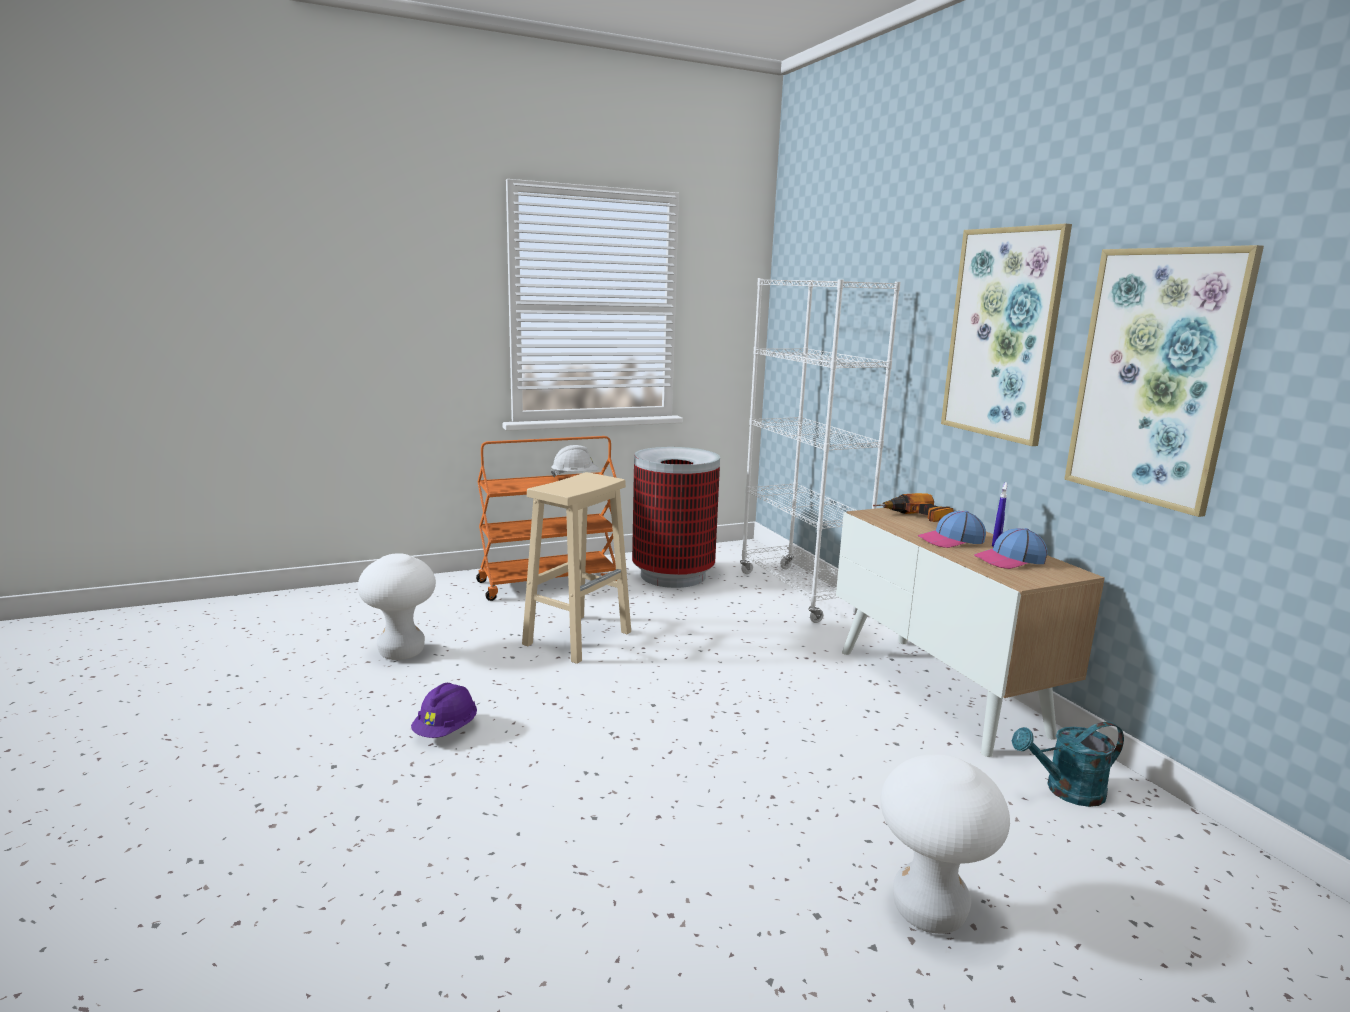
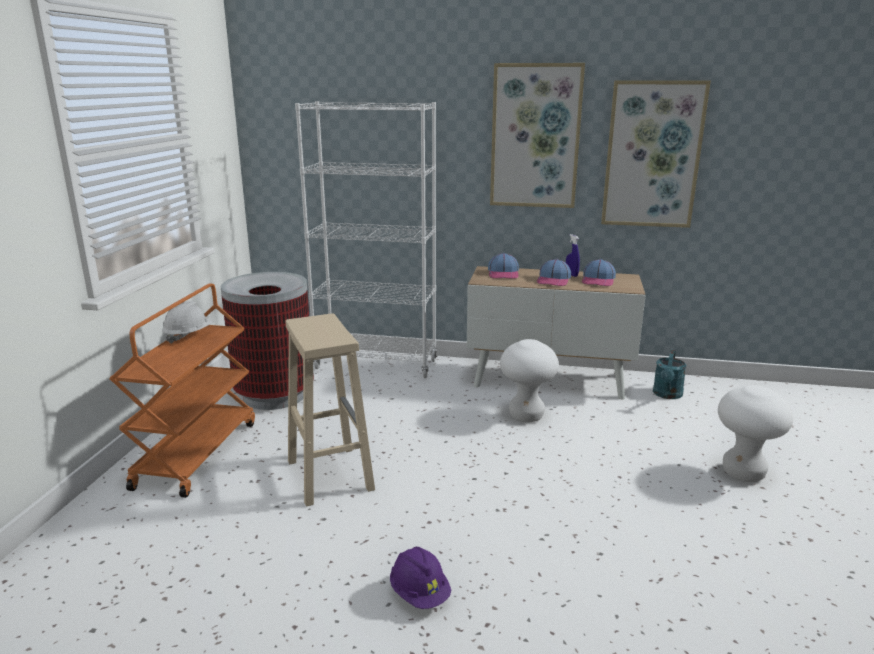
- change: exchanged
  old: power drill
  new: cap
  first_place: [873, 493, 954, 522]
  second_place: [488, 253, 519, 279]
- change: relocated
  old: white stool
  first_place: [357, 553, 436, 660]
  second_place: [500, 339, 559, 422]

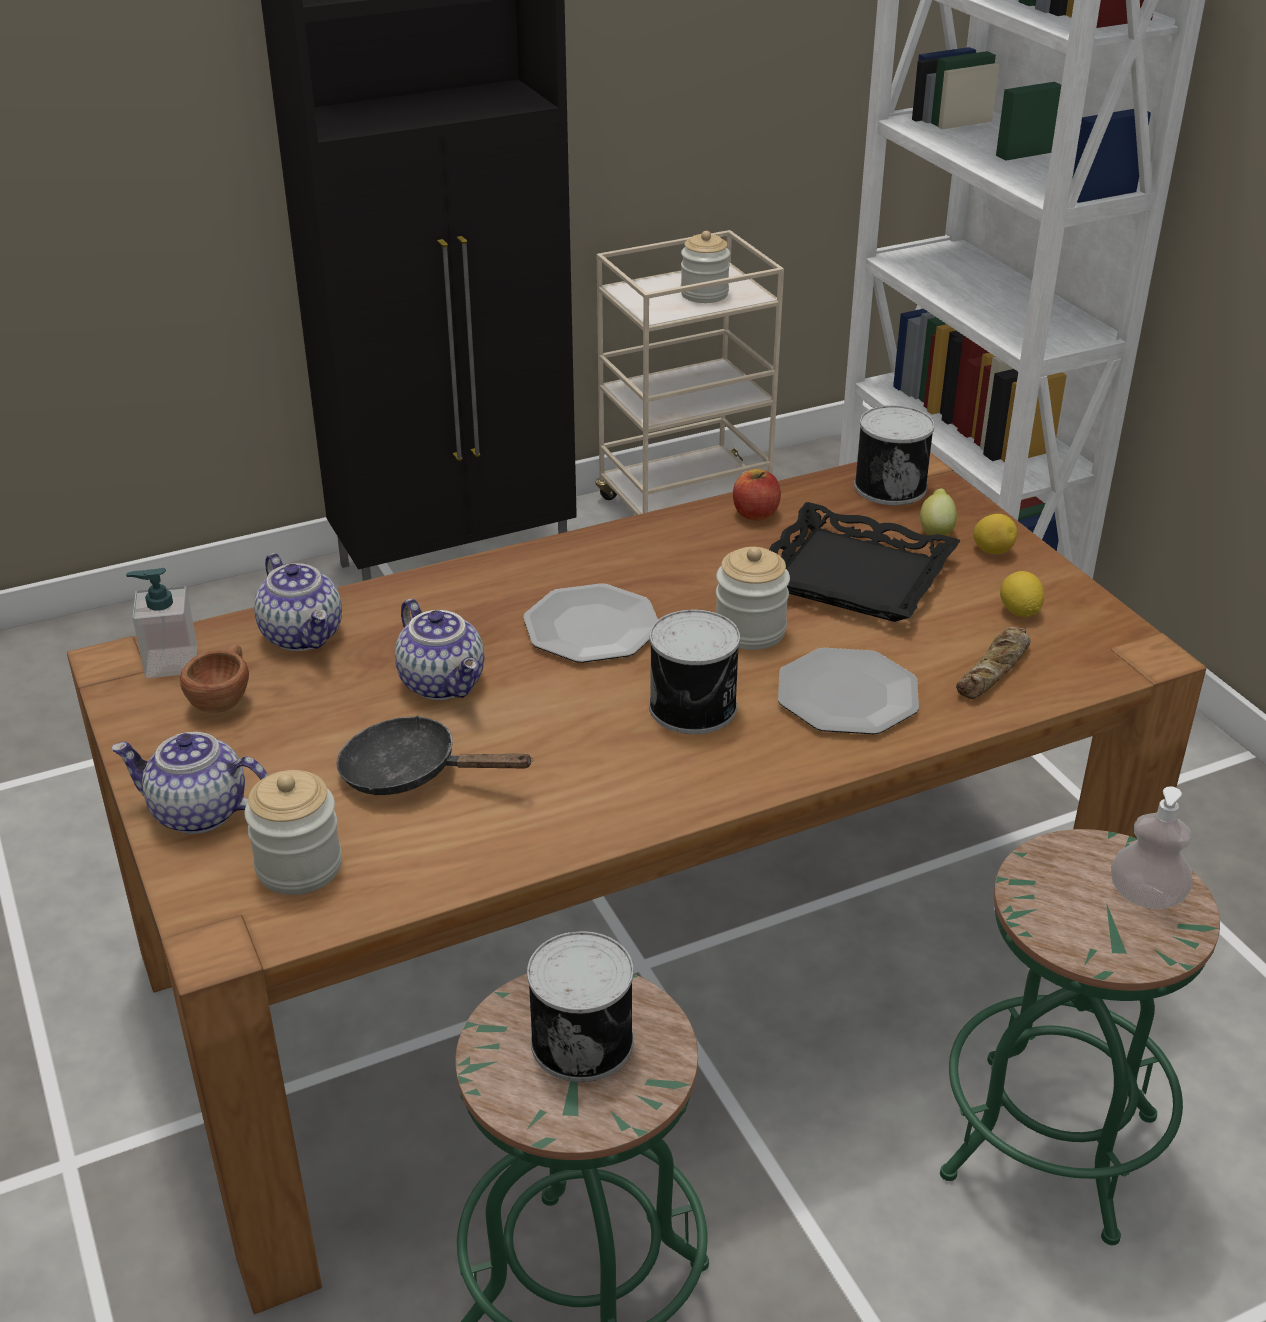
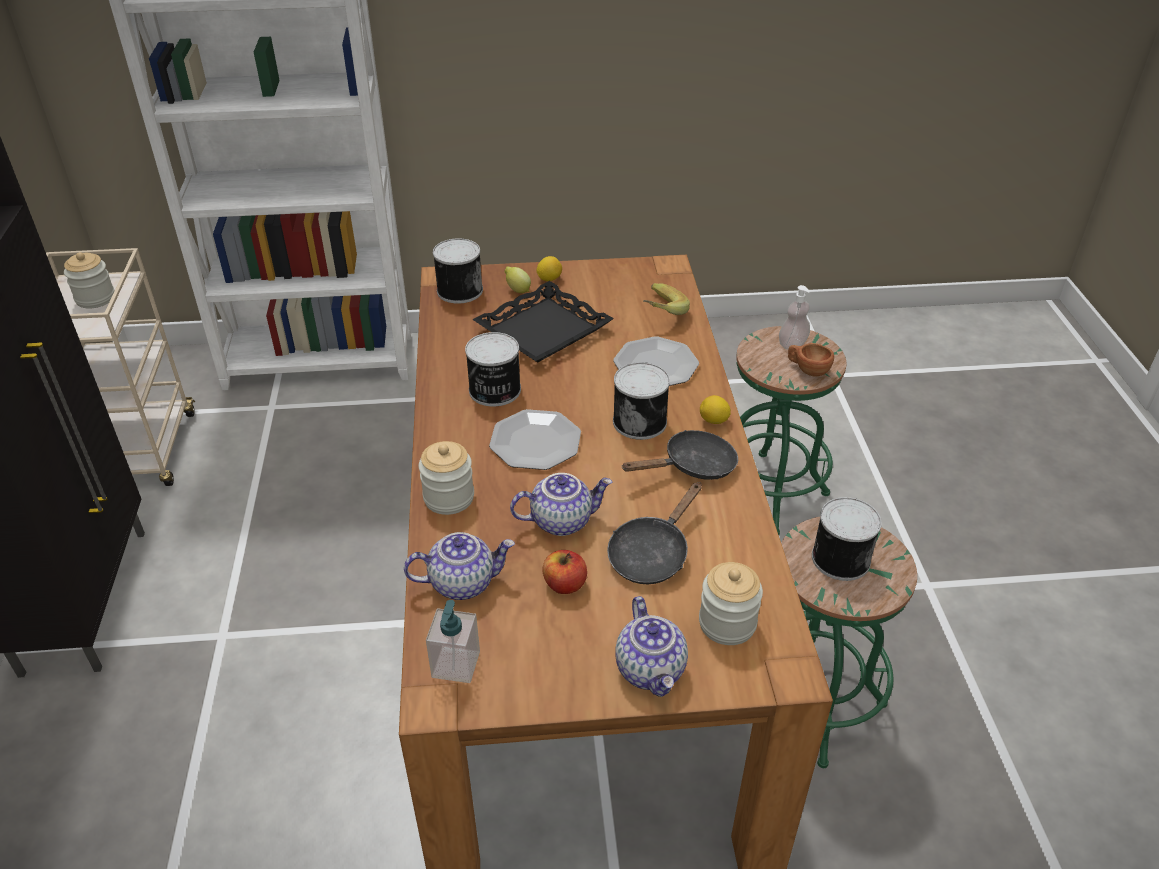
- change: relocated
  old: apple
  first_place: [733, 469, 781, 521]
  second_place: [543, 550, 587, 594]
- change: relocated
  old: jar
  first_place: [716, 547, 790, 650]
  second_place: [419, 441, 474, 515]
- change: relocated
  old: lemon
  first_place: [1000, 571, 1044, 617]
  second_place: [700, 395, 731, 424]
- change: exchanged
  old: bread
  new: banana
  first_place: [956, 627, 1031, 699]
  second_place: [643, 283, 690, 315]
- change: relocated
  old: brown cup
  first_place: [180, 644, 249, 713]
  second_place: [788, 343, 834, 377]
- change: spun
  old: teapot
  first_place: [111, 732, 268, 834]
  second_place: [615, 596, 688, 697]
  degrees: -45
- change: appeared
  new: can
  second_place: [465, 332, 521, 407]
- change: appeared
  new: black frying pan
  second_place: [621, 430, 738, 480]

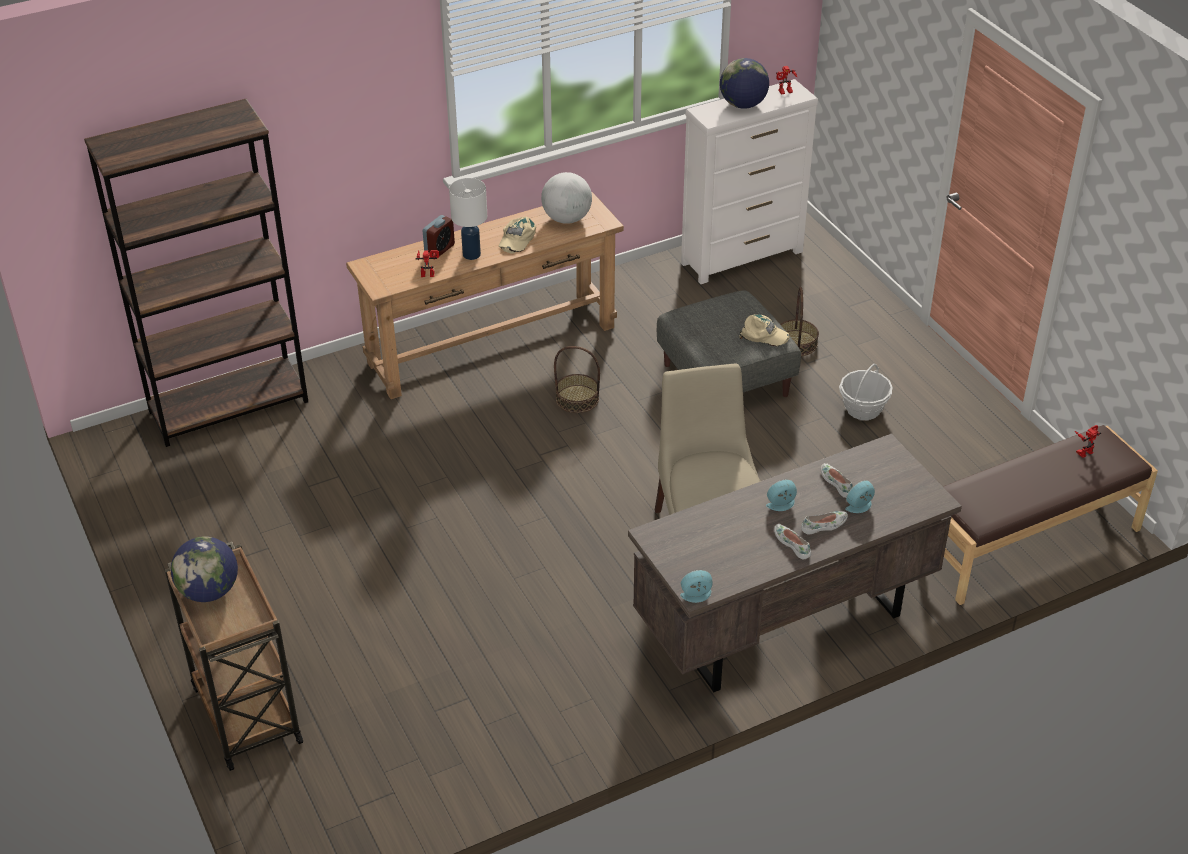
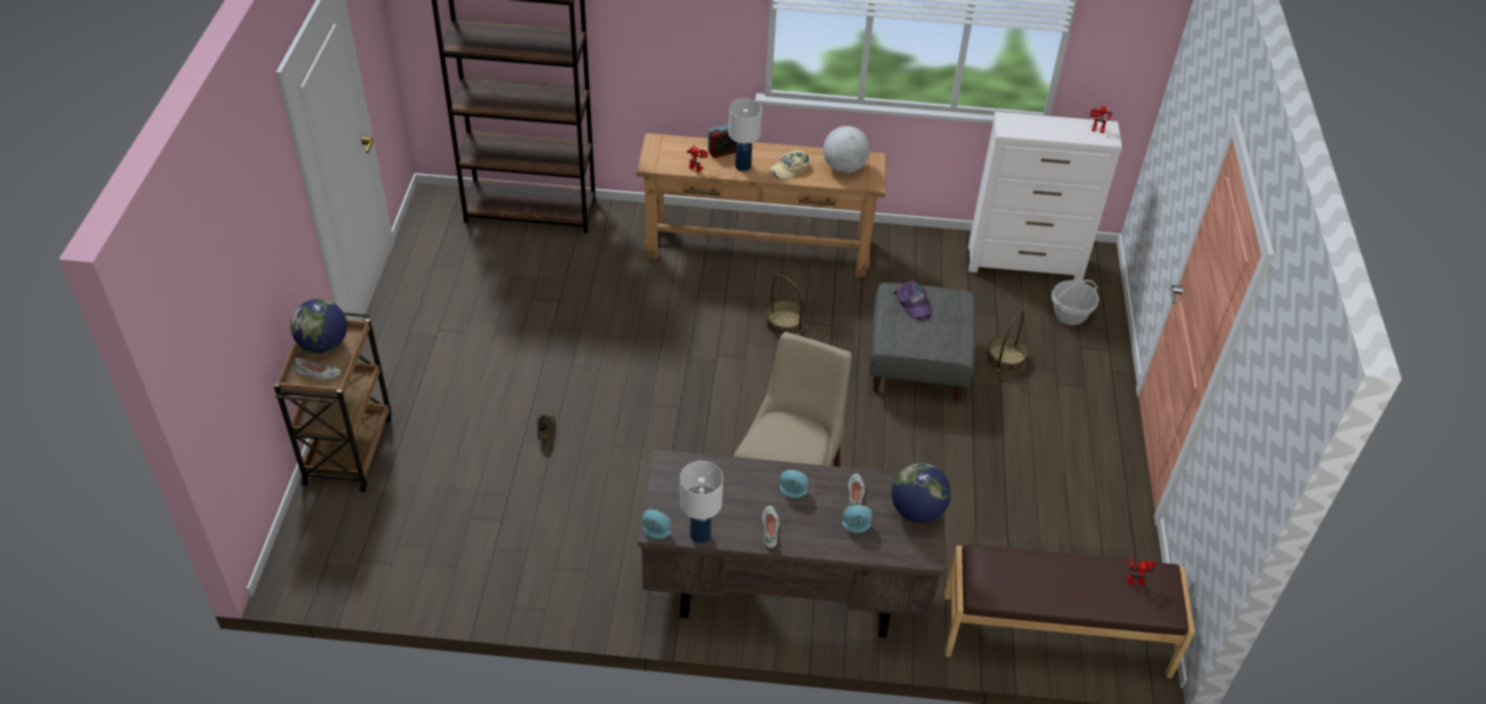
- change: relocated
  old: globe
  first_place: [720, 58, 769, 109]
  second_place: [892, 463, 951, 523]
- change: missing
  old: beige cap
  first_place: [739, 314, 790, 346]
- change: relocated
  old: basket
  first_place: [839, 364, 893, 420]
  second_place: [1051, 280, 1099, 325]
- change: relocated
  old: white shoe
  first_place: [801, 511, 848, 535]
  second_place: [295, 358, 340, 380]
- change: appeared
  new: purple cap
  second_place: [893, 281, 932, 320]
- change: appeared
  new: brown shoe
  second_place: [537, 409, 556, 441]
- change: appeared
  new: white table lamp
  second_place: [680, 461, 723, 543]

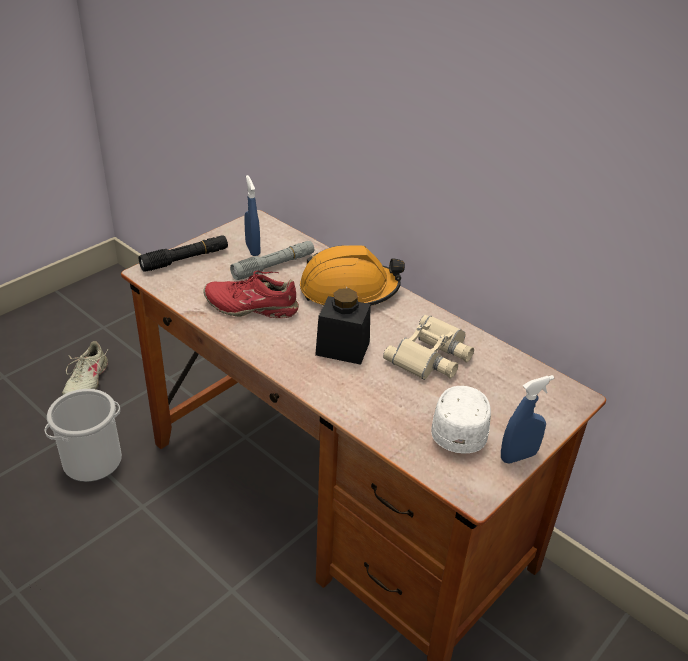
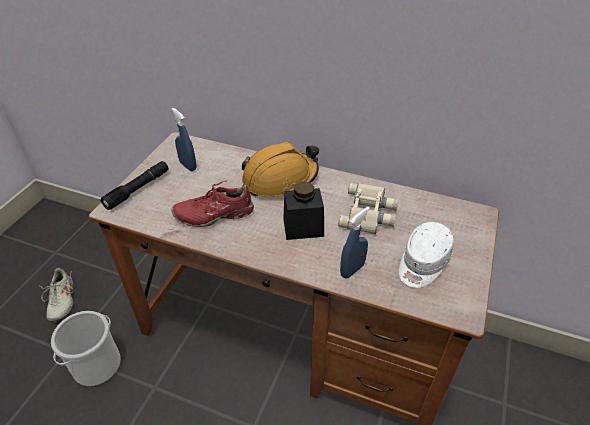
- change: missing
  old: grey flashlight
  first_place: [230, 241, 314, 280]
- change: relocated
  old: blue spray bottle
  first_place: [501, 375, 554, 464]
  second_place: [340, 207, 370, 278]
- change: spun
  old: white cap
  first_place: [431, 386, 491, 454]
  second_place: [399, 222, 454, 288]
  degrees: -135

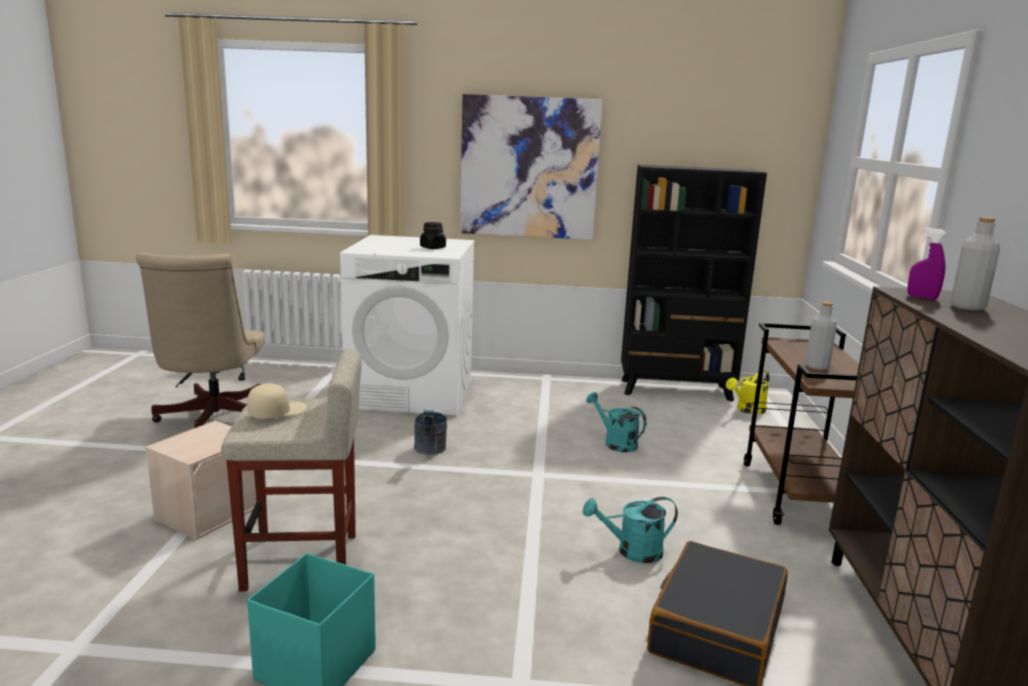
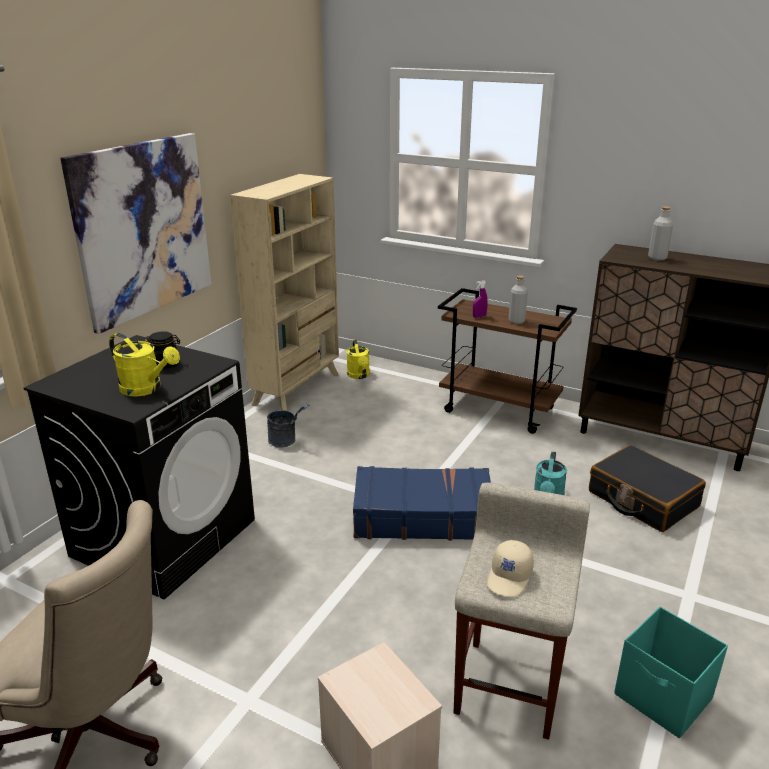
- change: colour
  old: black bookcase
  new: beige bookcase
  first_place: [621, 165, 767, 402]
  second_place: [230, 174, 339, 411]
- change: relocated
  old: purple spray bottle
  first_place: [907, 227, 946, 300]
  second_place: [473, 280, 488, 318]
- change: colour
  old: white washing machine
  new: black washing machine
  first_place: [340, 235, 474, 415]
  second_place: [24, 335, 255, 600]
- change: spun
  old: beige cap
  first_place: [247, 383, 307, 419]
  second_place: [487, 540, 534, 597]
  degrees: -135
- change: missing
  old: turquoise watering can
  first_place: [586, 392, 646, 452]
- change: relocated
  old: grey bucket
  first_place: [414, 409, 448, 455]
  second_place: [267, 404, 310, 448]
- change: appeared
  new: yellow watering can
  second_place: [109, 333, 180, 397]
- change: appeared
  new: blue suitcase
  second_place: [353, 466, 491, 540]

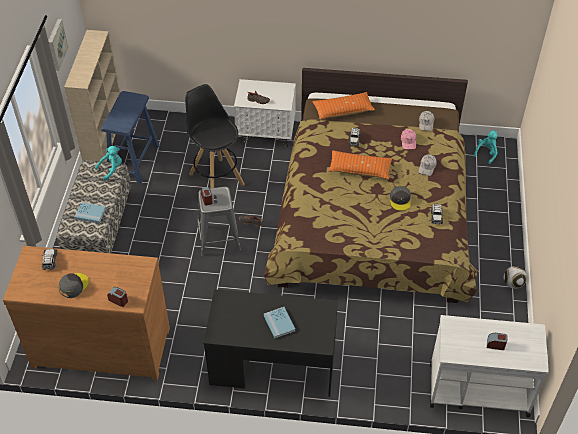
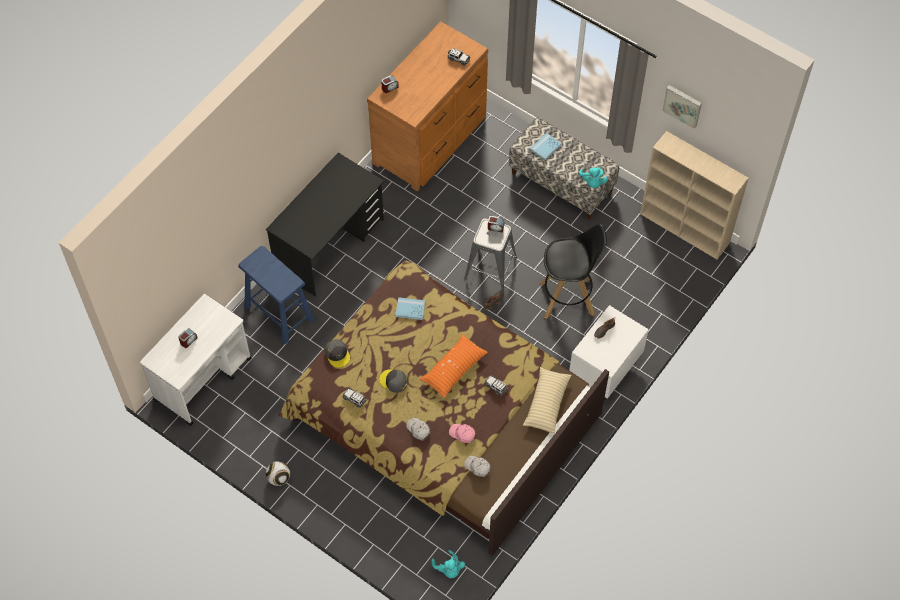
- change: relocated
  old: blue stool
  first_place: [101, 91, 159, 183]
  second_place: [238, 246, 314, 344]
- change: colour
  old: orange pillow
  new: beige pillow
  first_place: [312, 92, 375, 120]
  second_place: [523, 367, 571, 434]
- change: relocated
  old: grey cap
  first_place: [59, 273, 89, 298]
  second_place: [325, 339, 350, 368]
- change: relocated
  old: blue book
  first_place: [264, 307, 295, 338]
  second_place: [395, 297, 425, 320]

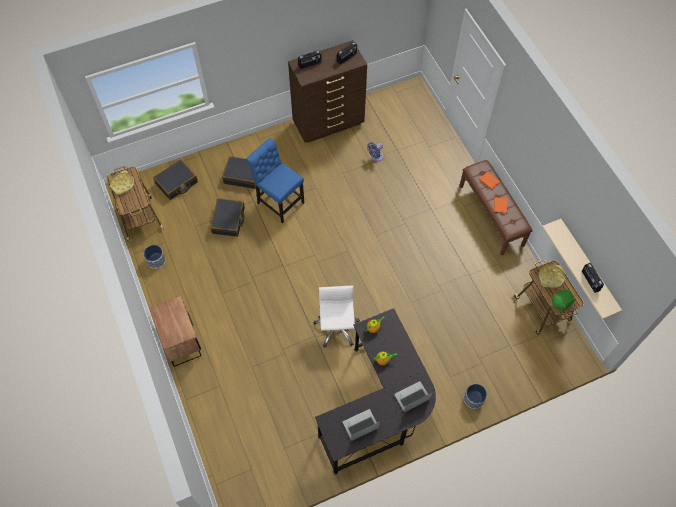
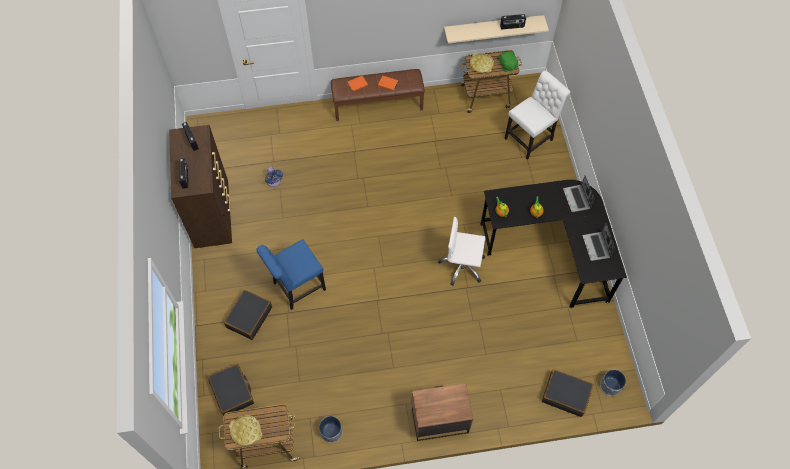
- change: relocated
  old: black suitcase
  first_place: [210, 198, 245, 237]
  second_place: [542, 369, 593, 417]
- change: relocated
  old: planter
  first_place: [464, 384, 487, 409]
  second_place: [600, 369, 626, 396]
- change: appeared
  new: white chair
  second_place: [504, 70, 570, 160]

